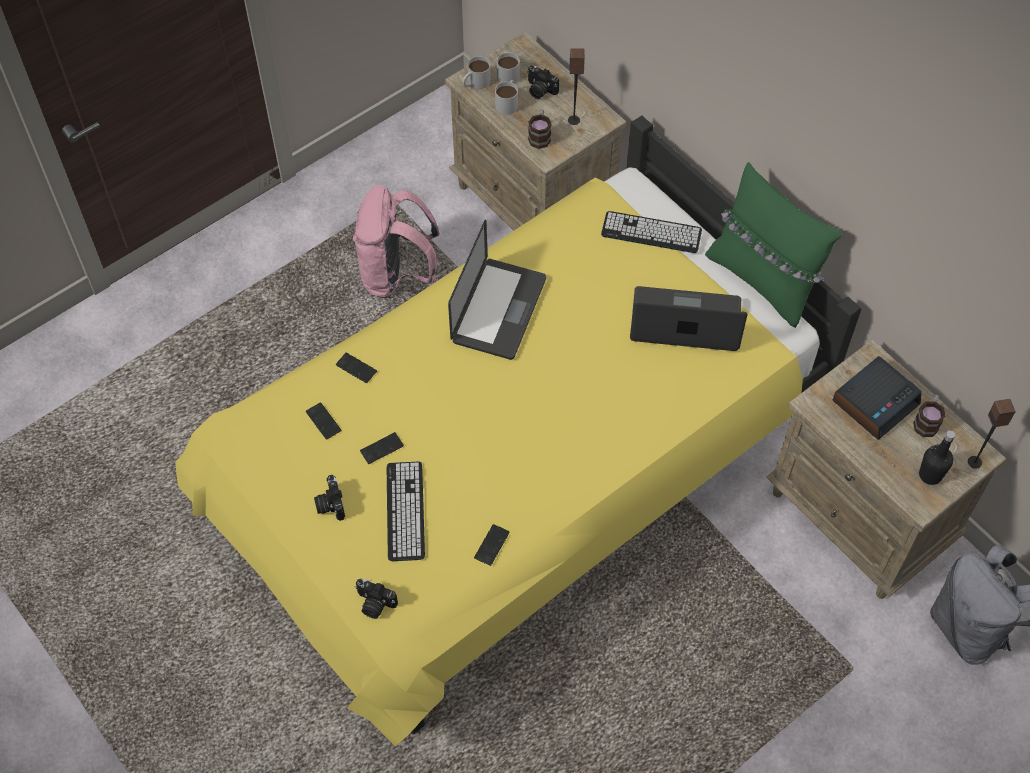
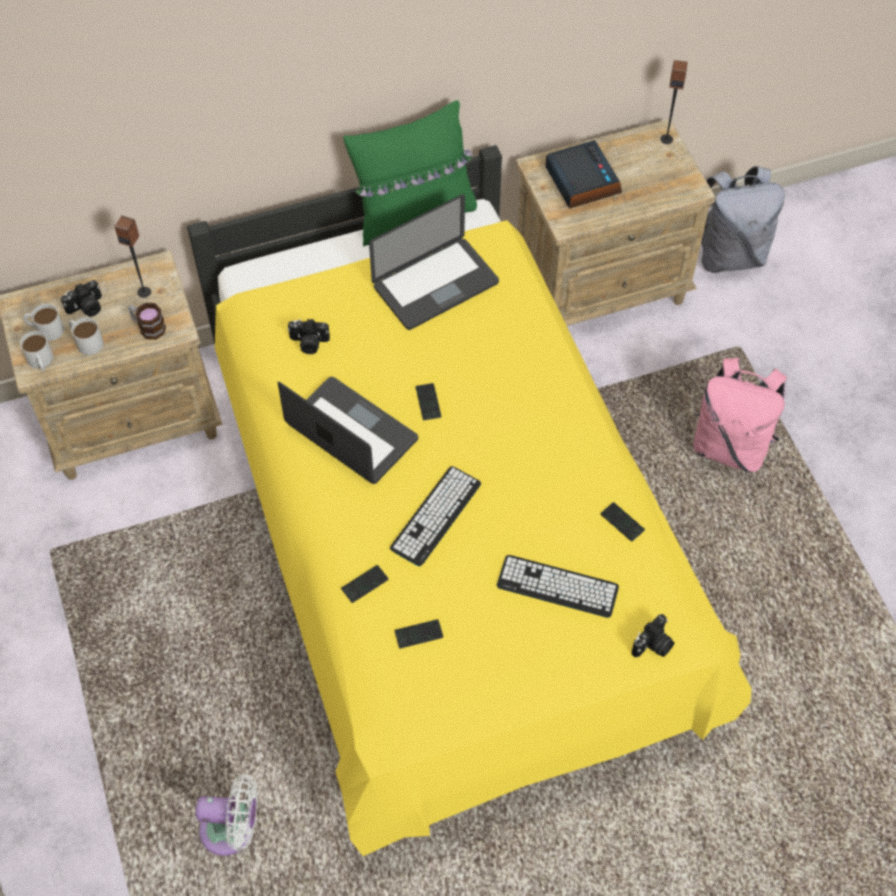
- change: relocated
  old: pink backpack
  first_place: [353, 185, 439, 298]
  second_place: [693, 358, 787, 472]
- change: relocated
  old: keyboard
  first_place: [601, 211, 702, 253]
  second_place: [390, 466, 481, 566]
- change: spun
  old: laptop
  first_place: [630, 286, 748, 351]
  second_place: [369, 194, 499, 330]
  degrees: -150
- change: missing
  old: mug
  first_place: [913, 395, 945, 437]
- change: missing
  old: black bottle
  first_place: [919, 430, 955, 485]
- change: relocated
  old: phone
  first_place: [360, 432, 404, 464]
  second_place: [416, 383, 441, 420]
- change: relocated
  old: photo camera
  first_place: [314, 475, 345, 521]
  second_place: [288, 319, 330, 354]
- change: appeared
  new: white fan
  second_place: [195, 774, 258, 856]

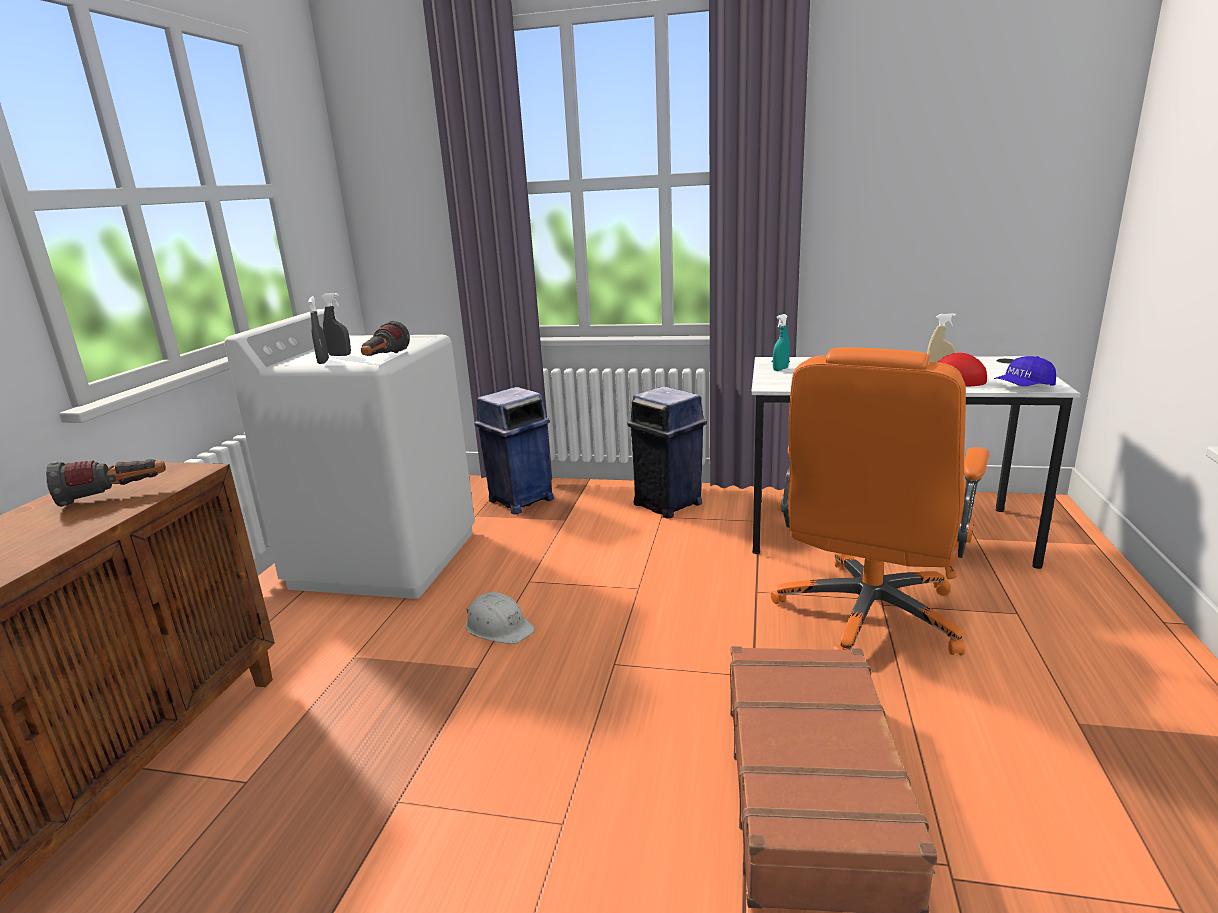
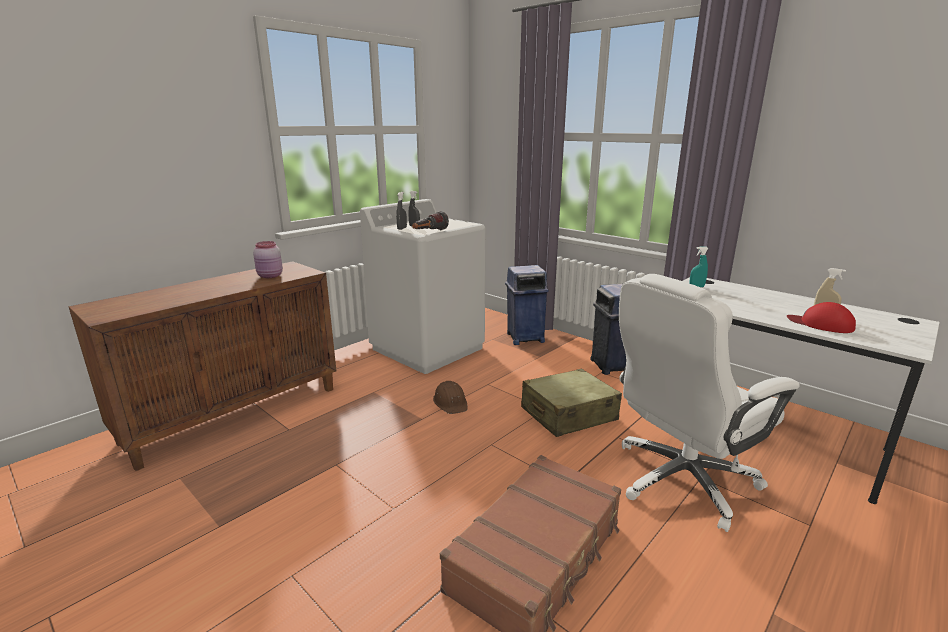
- change: colour
  old: orange office chair
  new: white office chair
  first_place: [771, 347, 989, 656]
  second_place: [619, 274, 800, 532]
- change: missing
  old: blue cap
  first_place: [994, 356, 1056, 386]
- change: exchanged
  old: flashlight
  new: pink jar
  first_place: [46, 459, 166, 507]
  second_place: [253, 241, 283, 278]
- change: colour
  old: white hard hat
  new: brown hard hat
  first_place: [466, 592, 535, 644]
  second_place: [433, 381, 468, 414]
- change: appeared
  new: beige suitcase
  second_place: [521, 369, 622, 437]

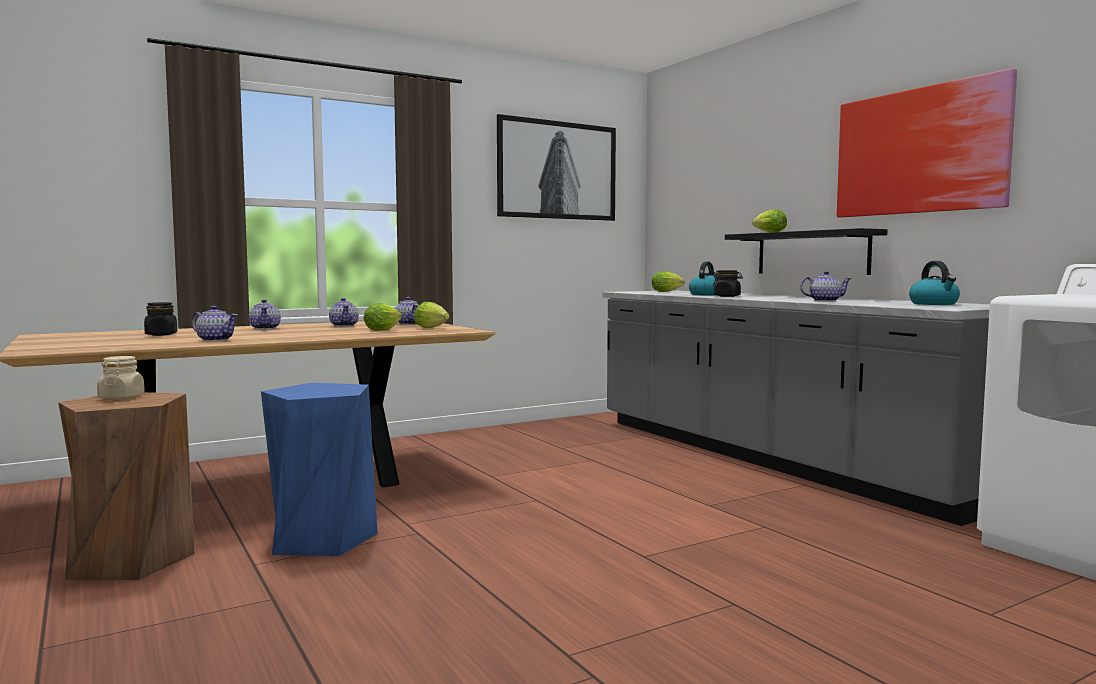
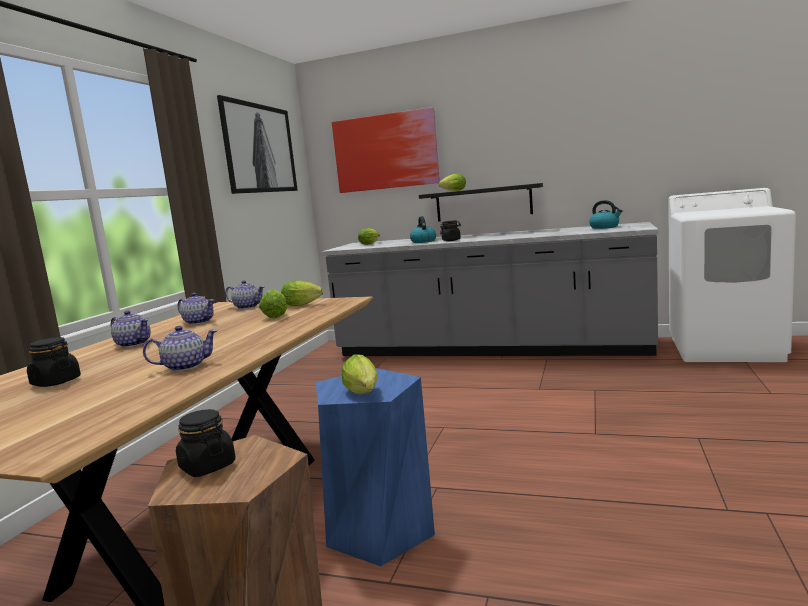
- change: relocated
  old: picture
  first_place: [837, 68, 1017, 217]
  second_place: [332, 107, 440, 193]
- change: missing
  old: teapot
  first_place: [800, 271, 851, 301]
- change: colour
  old: beige jar
  new: black jar
  first_place: [97, 356, 145, 399]
  second_place: [176, 409, 236, 477]
- change: appeared
  new: lettuce
  second_place: [341, 354, 378, 395]

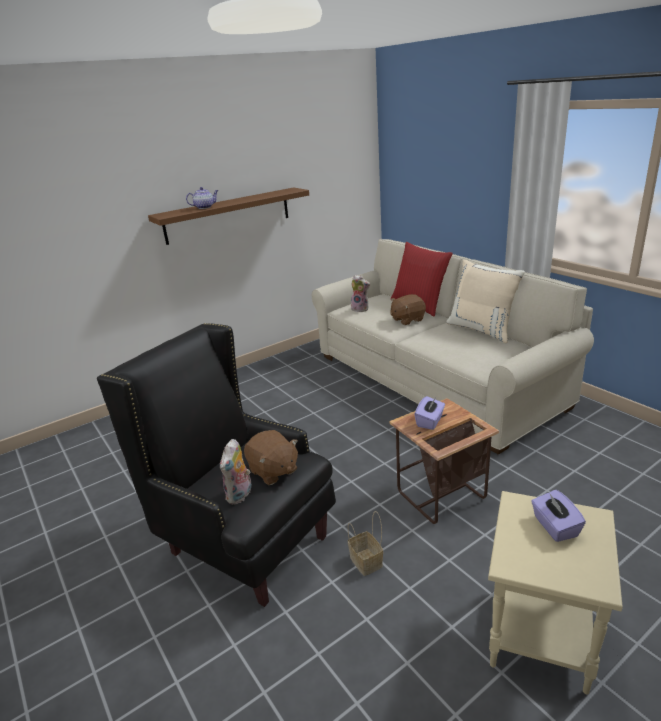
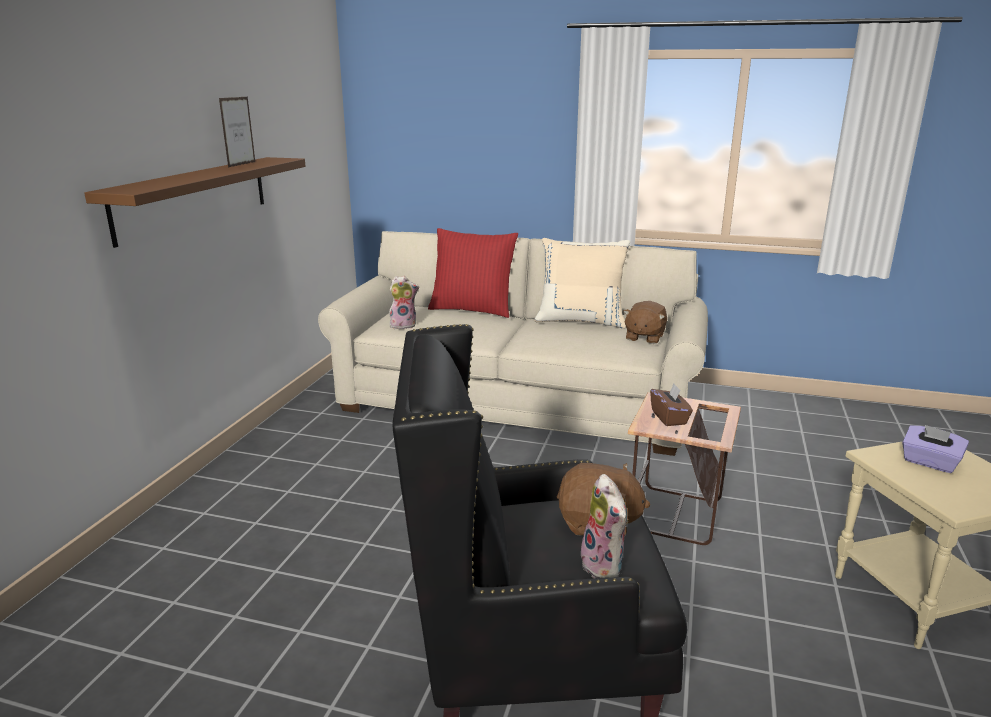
- change: missing
  old: teapot
  first_place: [186, 187, 219, 209]
- change: relocated
  old: brown plush toy
  first_place: [390, 294, 426, 325]
  second_place: [623, 301, 667, 344]
- change: colour
  old: purple tissue box
  new: brown tissue box
  first_place: [414, 396, 445, 430]
  second_place: [650, 384, 693, 426]
- change: missing
  old: basket
  first_place: [348, 511, 383, 576]
- change: appeared
  new: picture frame
  second_place: [219, 96, 255, 168]

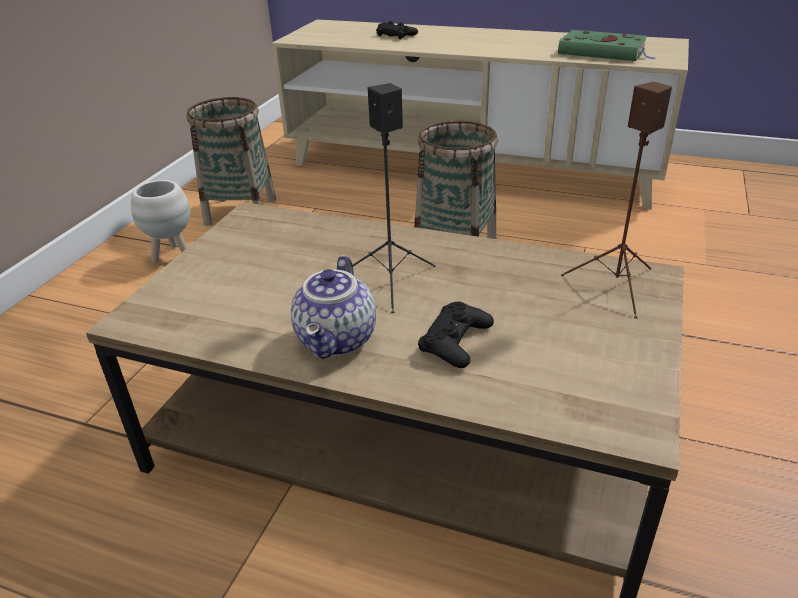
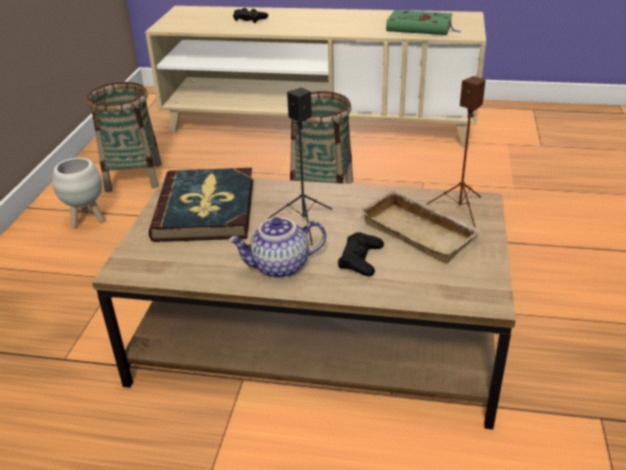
- change: spun
  old: teapot
  first_place: [291, 255, 376, 359]
  second_place: [228, 217, 326, 278]
  degrees: 75
- change: appeared
  new: book
  second_place: [149, 168, 253, 242]
- change: appeared
  new: beige tray
  second_place: [359, 190, 482, 263]

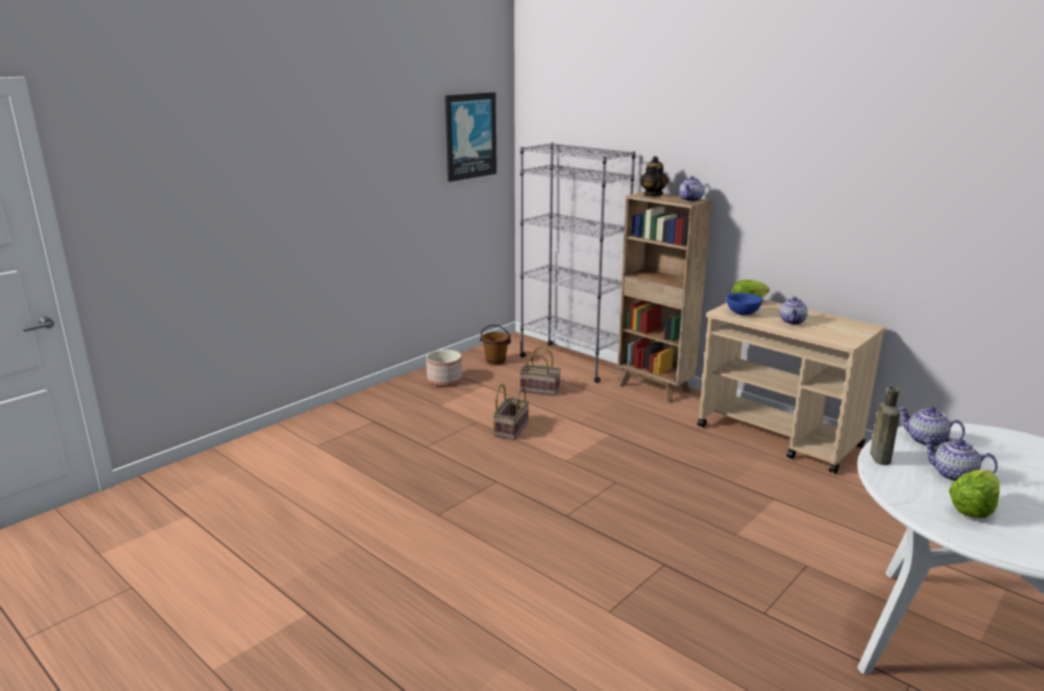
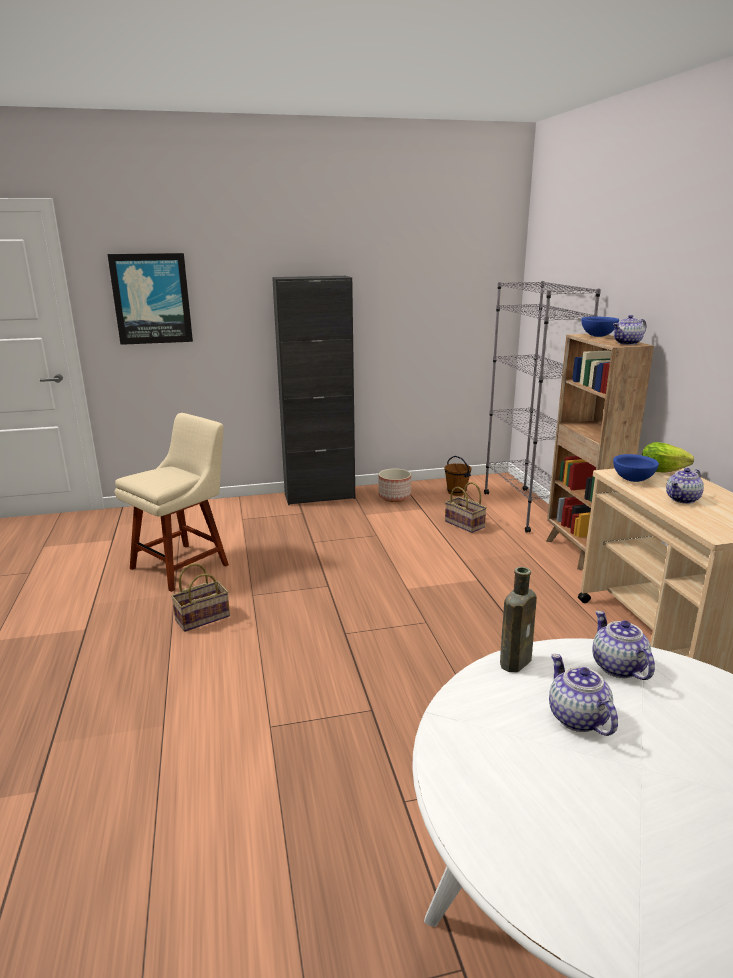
- change: relocated
  old: picture
  first_place: [445, 92, 497, 182]
  second_place: [108, 253, 193, 345]
- change: exchanged
  old: teapot
  new: blue bowl
  first_place: [640, 156, 668, 196]
  second_place: [581, 317, 619, 337]
- change: relocated
  old: basket
  first_place: [493, 384, 529, 440]
  second_place: [171, 563, 230, 632]
- change: missing
  old: lettuce
  first_place: [949, 469, 1000, 518]
- change: appeared
  new: black cabinet
  second_place: [272, 276, 355, 505]
- change: appeared
  new: beige chair
  second_place: [115, 413, 229, 592]

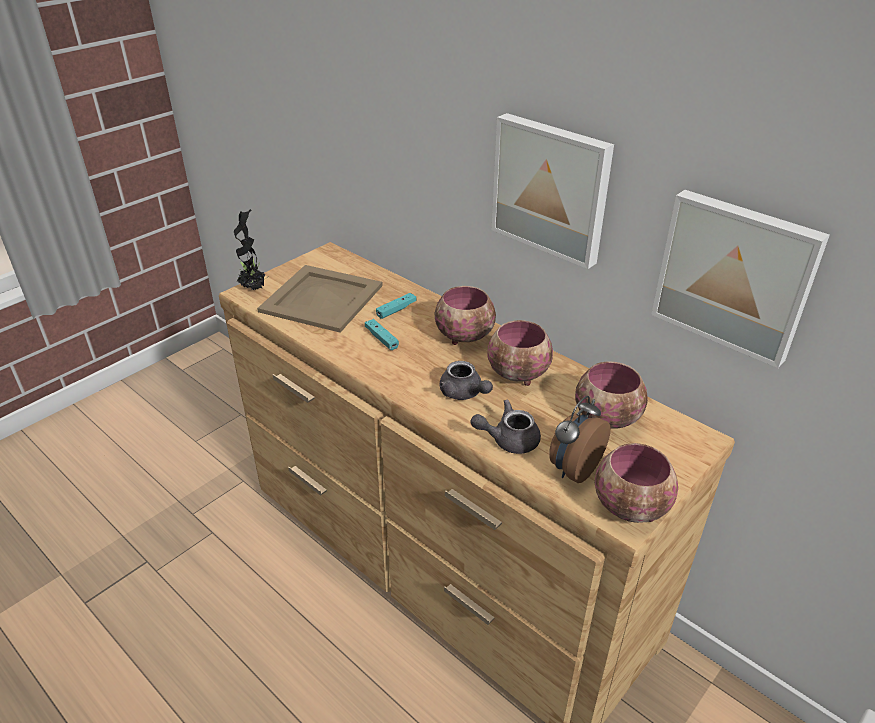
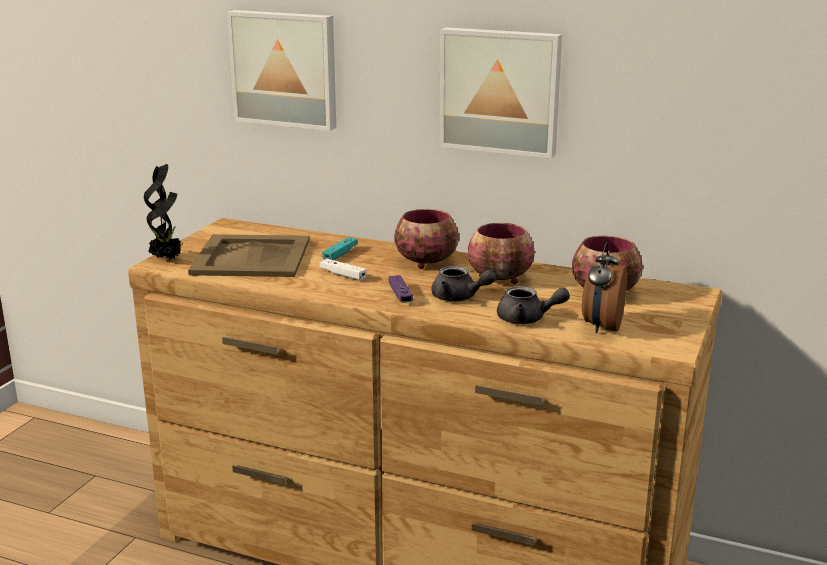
- change: relocated
  old: picture
  first_place: [651, 190, 830, 368]
  second_place: [227, 10, 336, 131]
- change: colour
  old: turquoise game controller
  new: white game controller
  first_place: [365, 319, 399, 350]
  second_place: [320, 259, 367, 281]
- change: spun
  old: grey teapot
  first_place: [471, 399, 541, 454]
  second_place: [497, 286, 570, 324]
  degrees: -135
- change: missing
  old: bowl
  first_place: [595, 443, 678, 523]
- change: appeared
  new: purple game controller
  second_place: [389, 275, 413, 303]

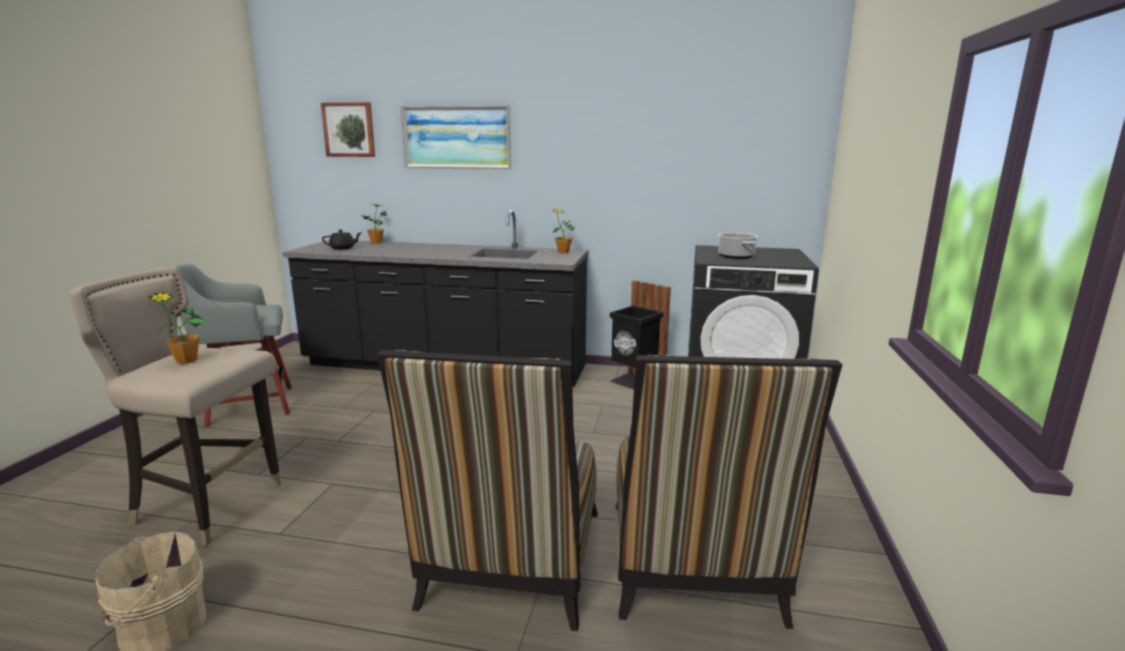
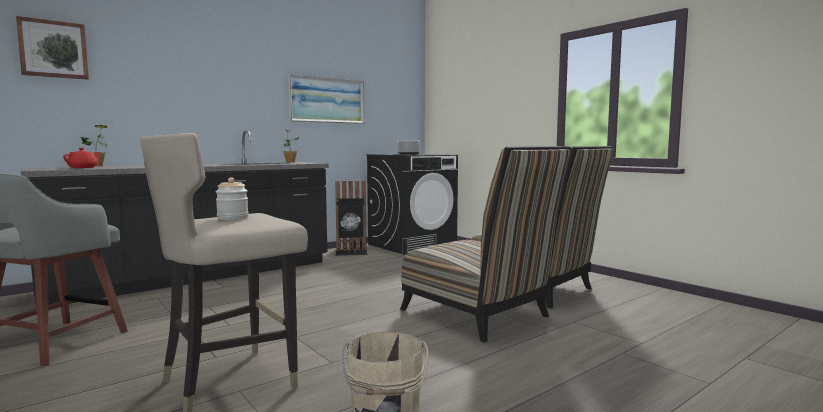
- change: relocated
  old: picture
  first_place: [401, 105, 511, 169]
  second_place: [288, 74, 364, 124]
- change: colour
  old: black teapot
  new: red teapot
  first_place: [322, 230, 361, 250]
  second_place: [63, 148, 100, 168]
- change: exchanged
  old: potted plant
  new: jar
  first_place: [148, 293, 205, 364]
  second_place: [216, 177, 248, 220]

